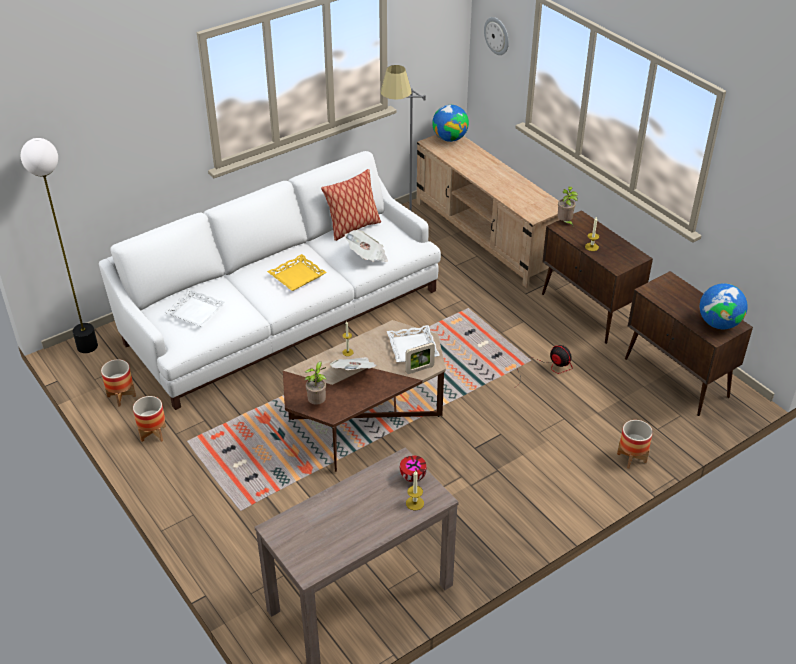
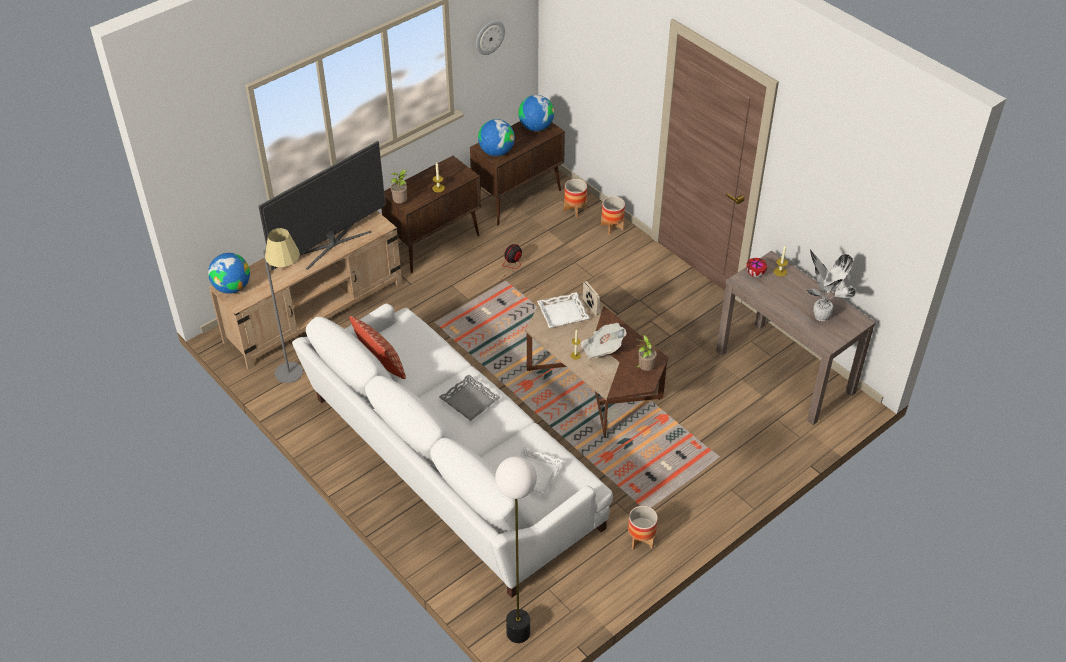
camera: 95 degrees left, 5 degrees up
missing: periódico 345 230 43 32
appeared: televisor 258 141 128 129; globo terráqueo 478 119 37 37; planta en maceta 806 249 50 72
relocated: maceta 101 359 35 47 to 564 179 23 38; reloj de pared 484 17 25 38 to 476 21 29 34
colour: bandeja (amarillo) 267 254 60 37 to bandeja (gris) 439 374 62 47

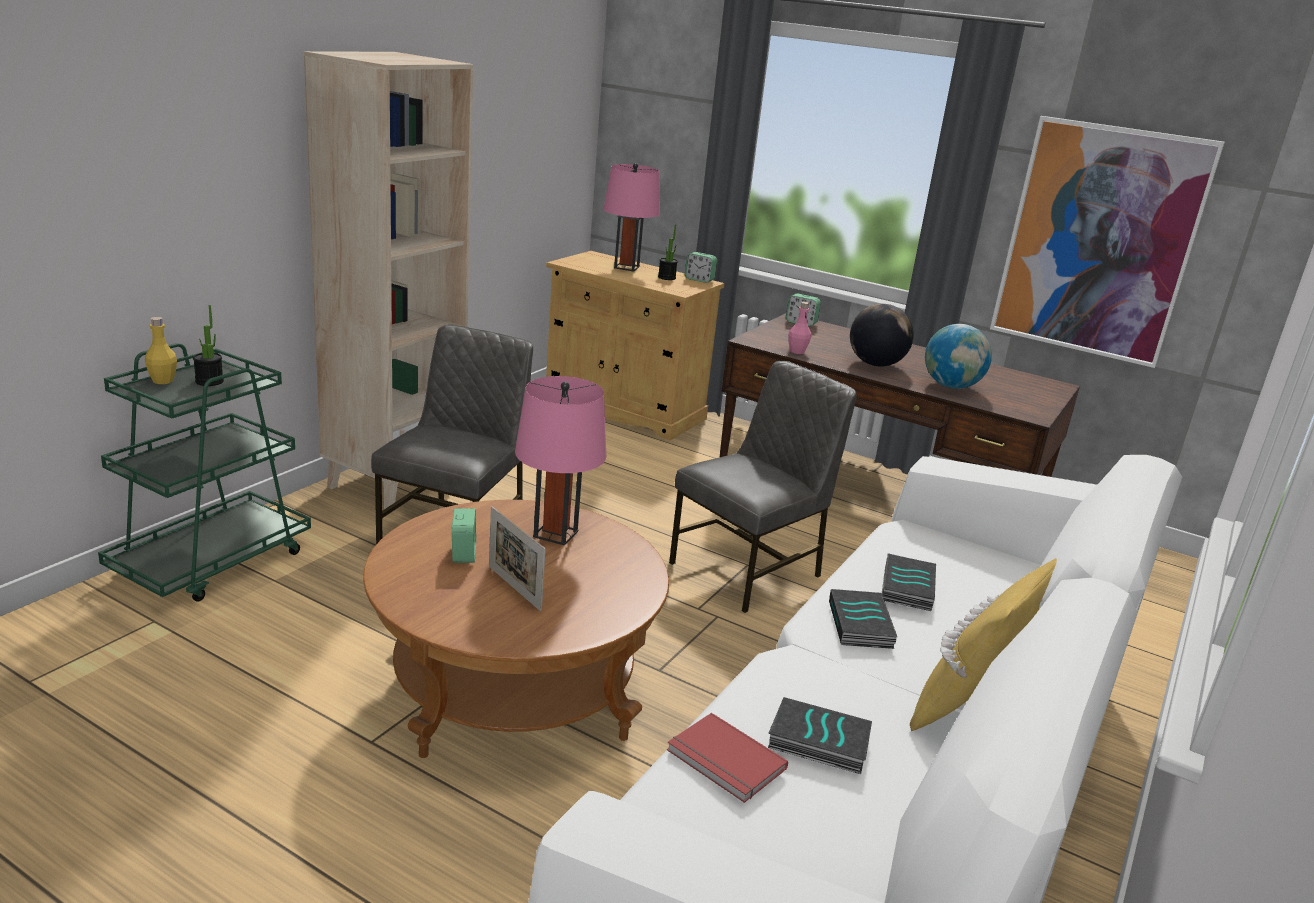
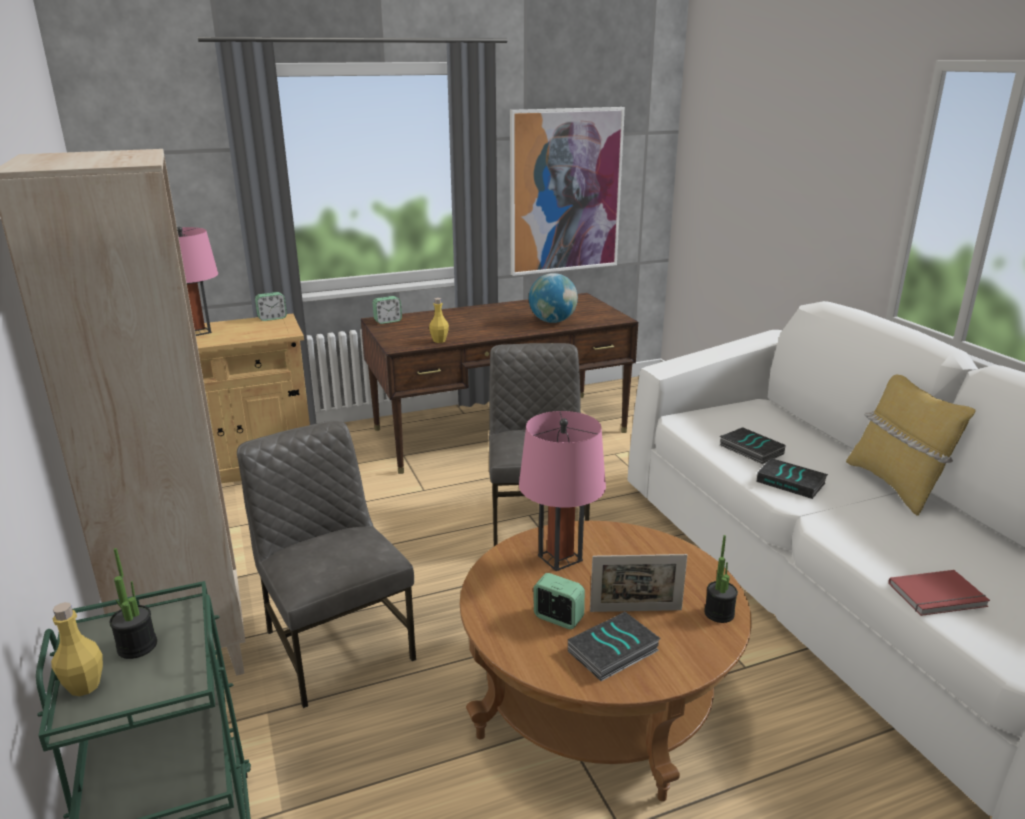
camera: 50 degrees left, 0 degrees up
missing: globo terráqueo 850 304 64 63
relocated: planta en maceta 658 224 20 56 to 704 535 34 88; libro 768 697 104 77 to 568 612 93 69
colour: botella (rosa) 788 302 23 52 to botella (amarillo) 429 298 20 45

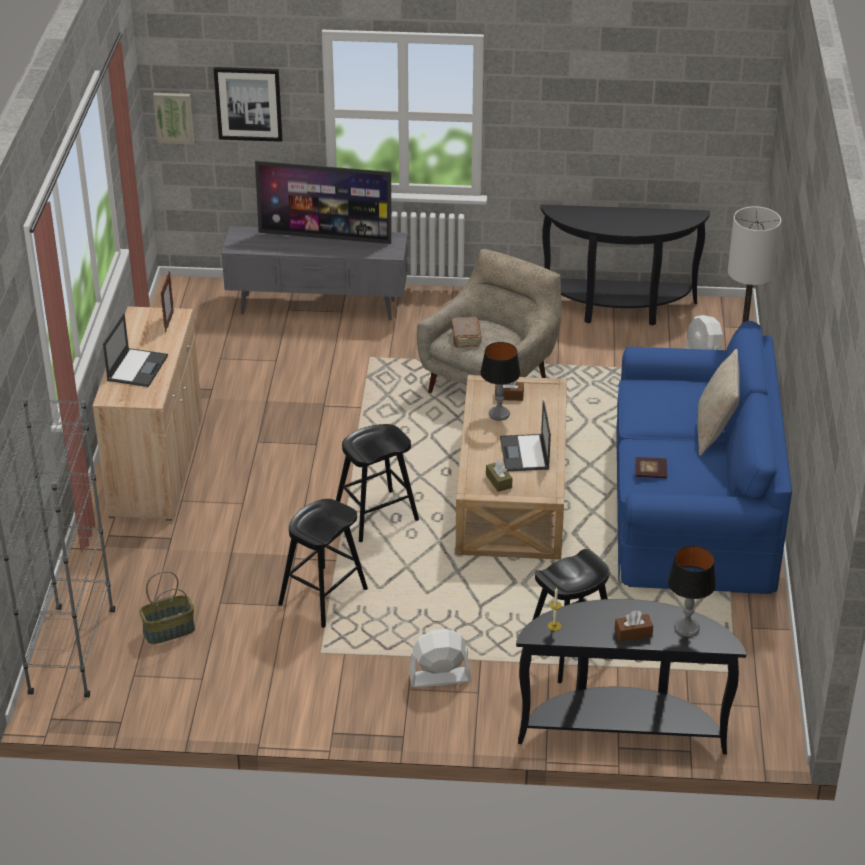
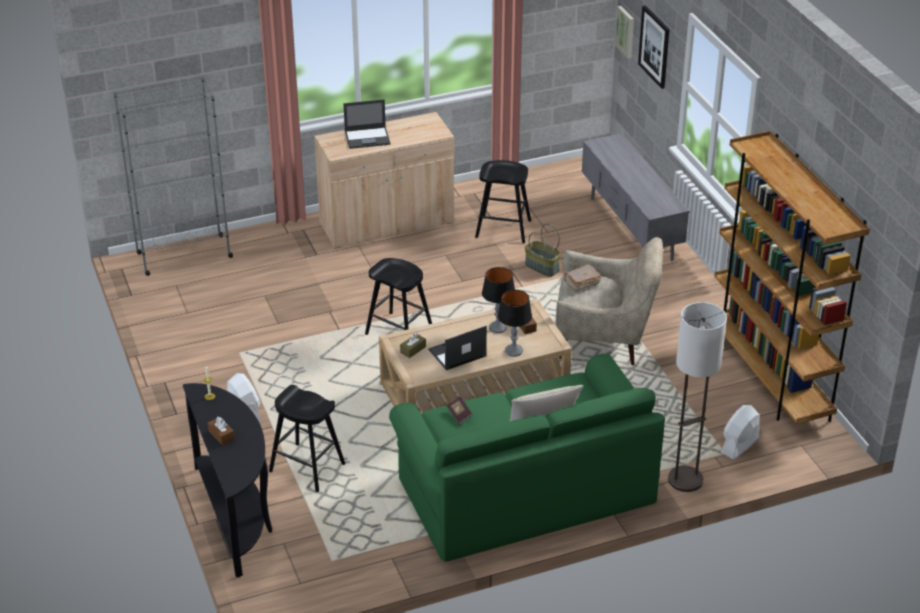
camera: 65 degrees right, 0 degrees up
missing: portarretratos 161 271 13 61; televisor 255 161 136 83
relocated: cesta 139 571 56 73 to 525 224 36 53; taburete (negro) 278 499 90 129 to 475 160 56 83; lámpara de mesa 668 546 48 91 to 498 290 34 67
exchanged: mesa consola (negro) 541 205 169 120 to estantería (marrón) 714 131 156 293
colour: sofá (azul) 616 321 176 273 to sofá (verde) 389 353 276 208

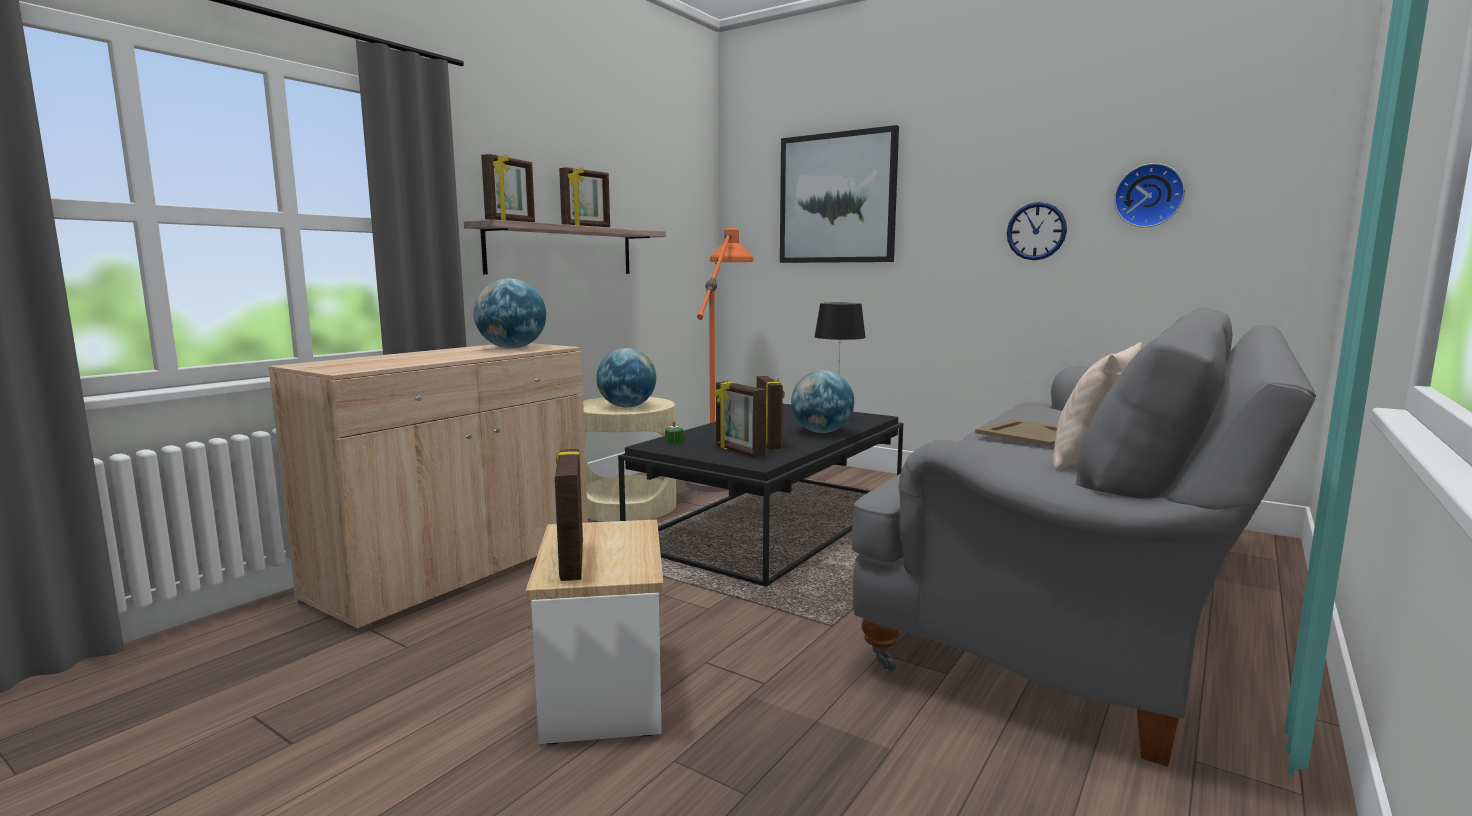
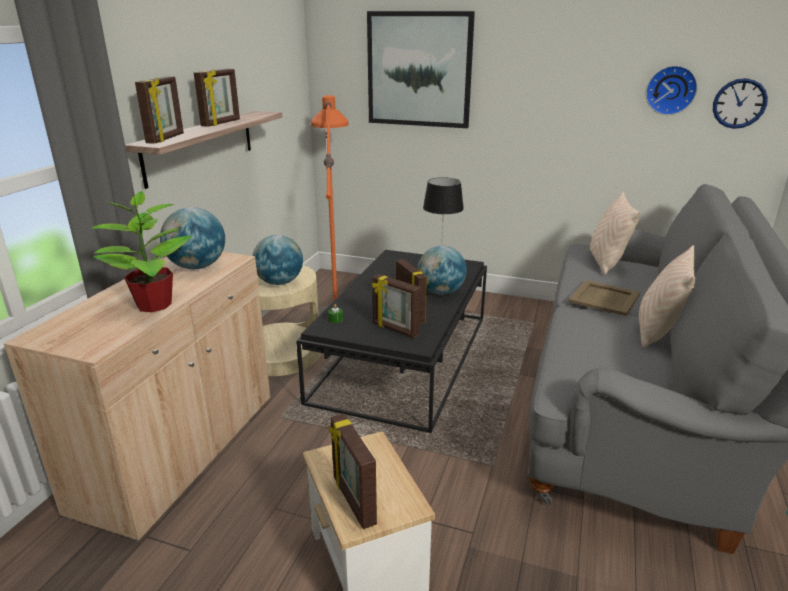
camera: 15 degrees left, 15 degrees up
appeared: planta en maceta 91 191 102 121; cojín (beis) 590 192 51 83
relocated: reloj de pared 1007 202 60 58 to 713 78 55 51

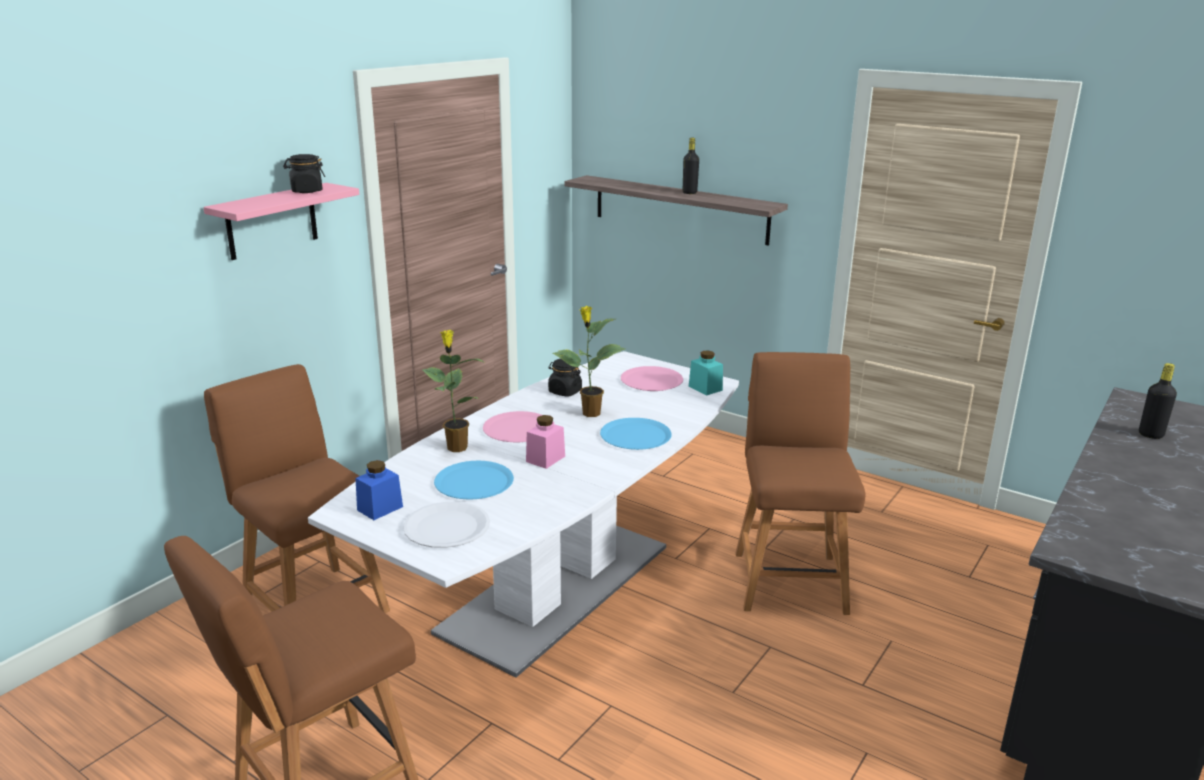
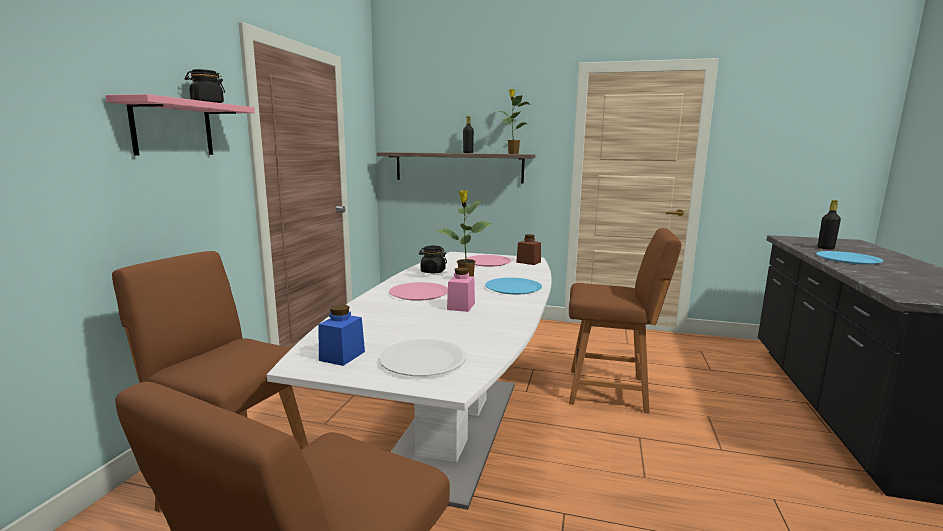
camera: 20 degrees left, 10 degrees down
relocated: planta en maceta 423 330 60 122 to 498 89 32 65; plato (azul) 434 461 80 38 to 816 251 67 13
colour: tarro (turquesa) 689 350 34 45 to tarro (marrón) 516 234 25 31
spun: silla (marrón) 735 352 131 263 = 569 228 113 185 120 degrees clockwise

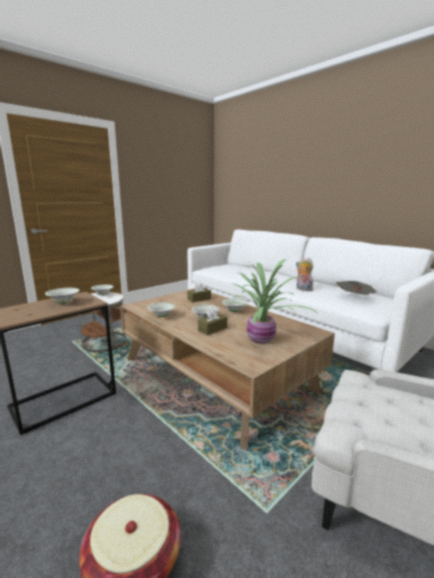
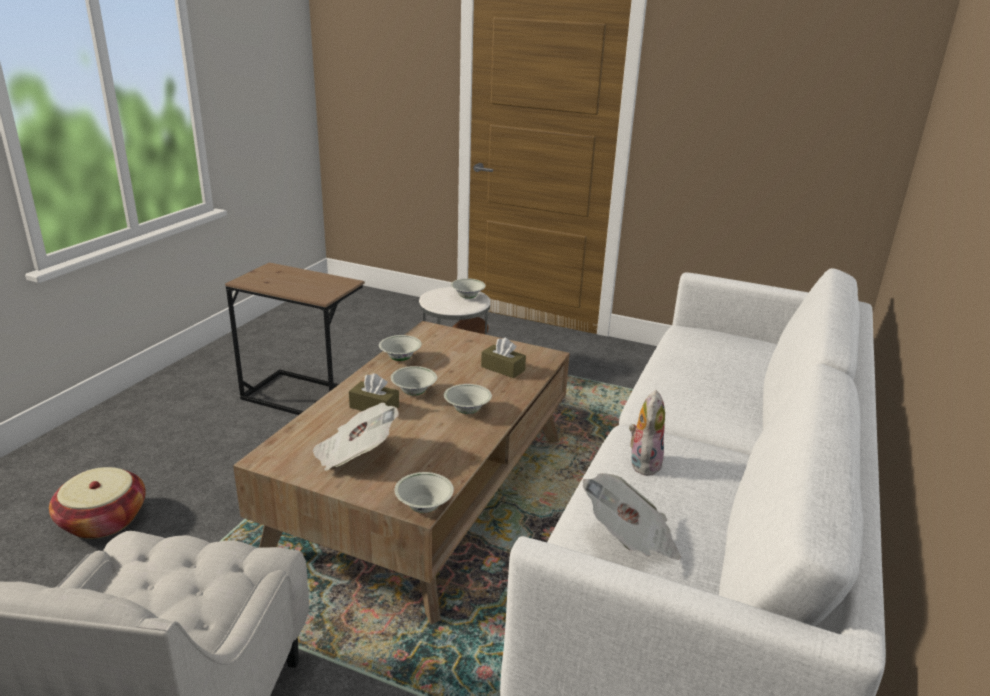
camera: 65 degrees right, 10 degrees up
relocated: cuenco (blanco) 45 288 34 16 to 395 472 59 41
exchanged: planta en maceta 221 259 98 85 to periódico 312 403 87 68

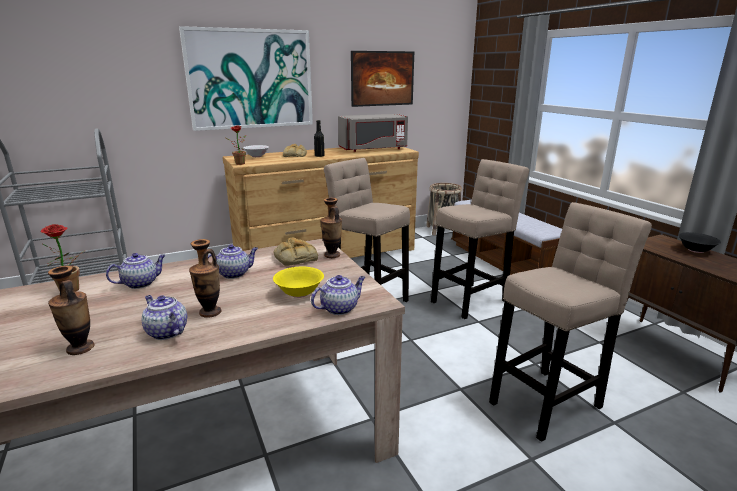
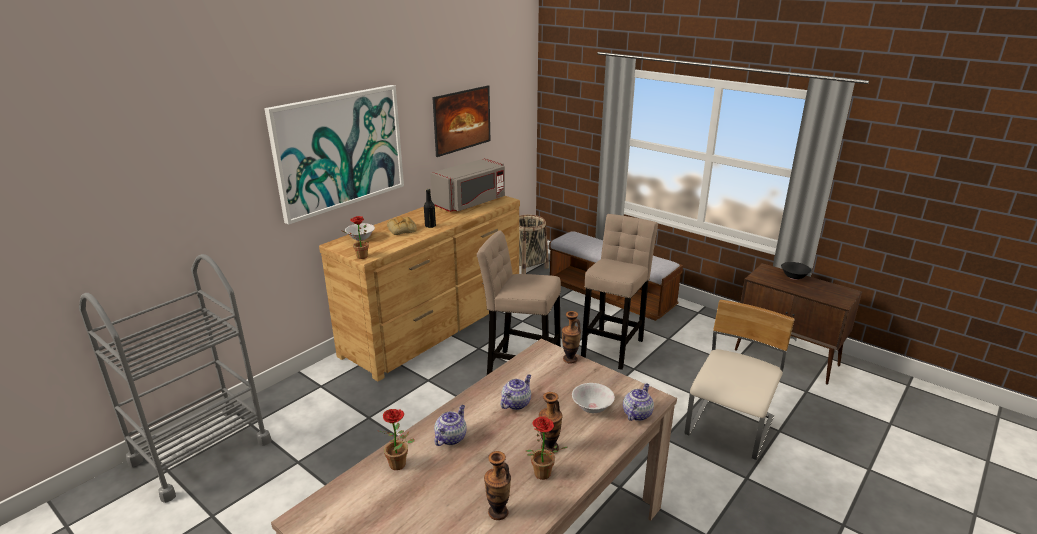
camera: 25 degrees left, 5 degrees up
missing: pan 274 238 44 28
exchanged: tetera 142 295 45 45 to planta en maceta 526 417 42 63; taburete (beis) 489 202 163 240 to silla (beis) 685 300 110 160
colour: cuenco (amarillo) 273 267 51 31 to cuenco (blanco) 572 383 43 30

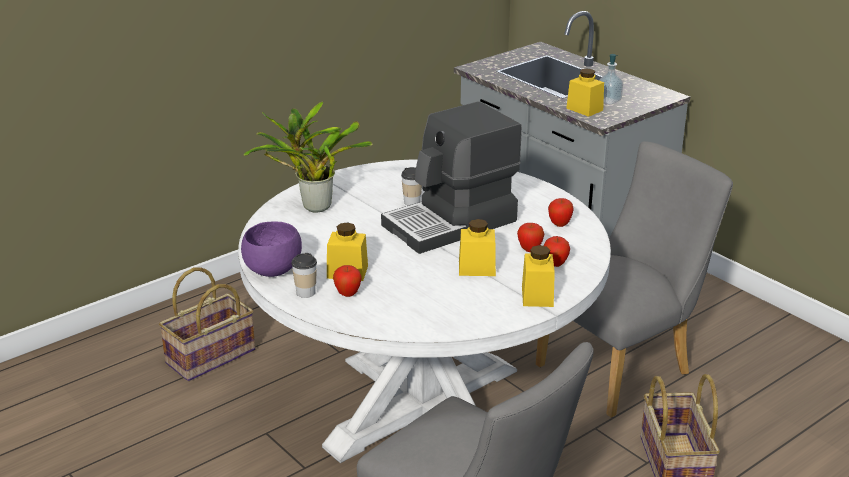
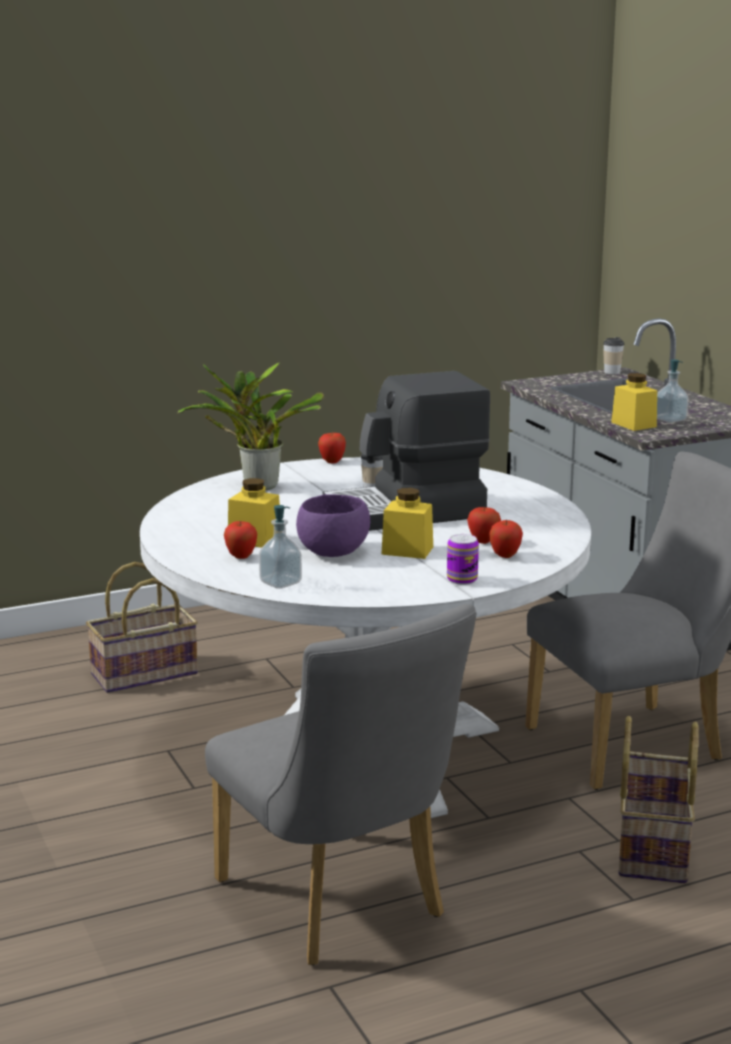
camera: 15 degrees right, 10 degrees down
appeared: dispensador de jabón 259 505 43 84
relocated: cuenco (morado) 241 222 61 55 to 296 494 74 63; taza 292 253 25 45 to 603 337 21 37; manzana 548 198 25 29 to 318 432 28 31
exchanged: tarro (amarillo) 522 245 33 62 to lata 447 534 32 51

